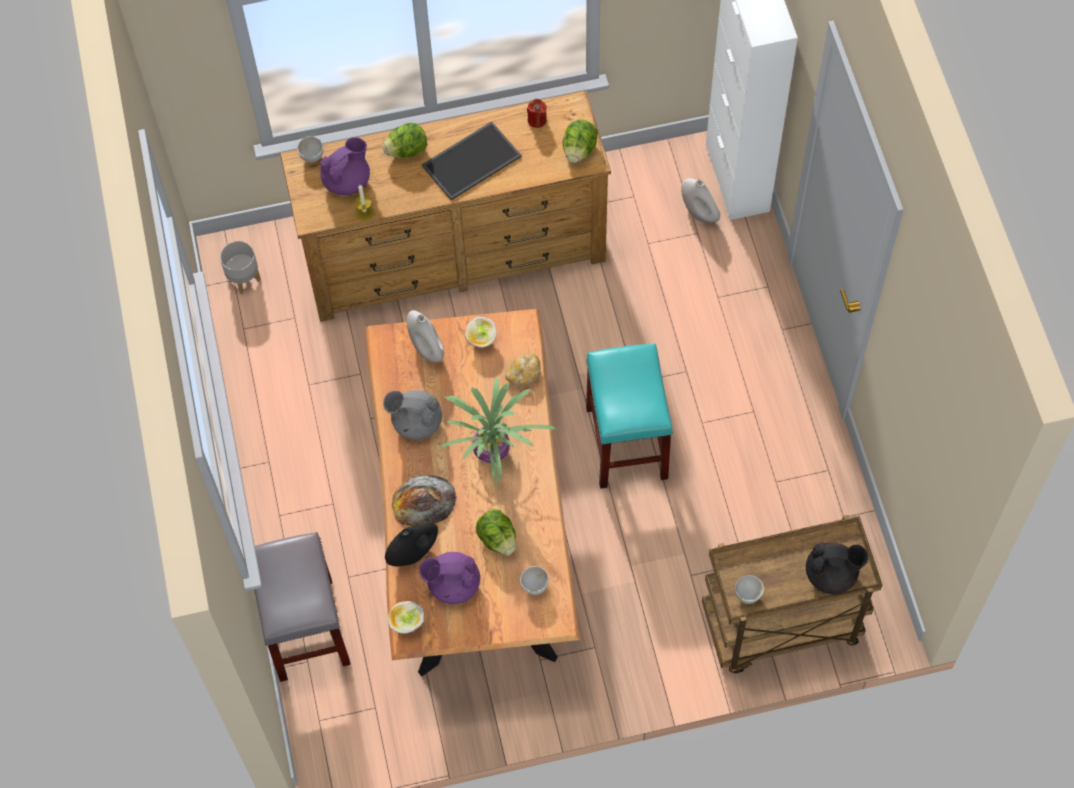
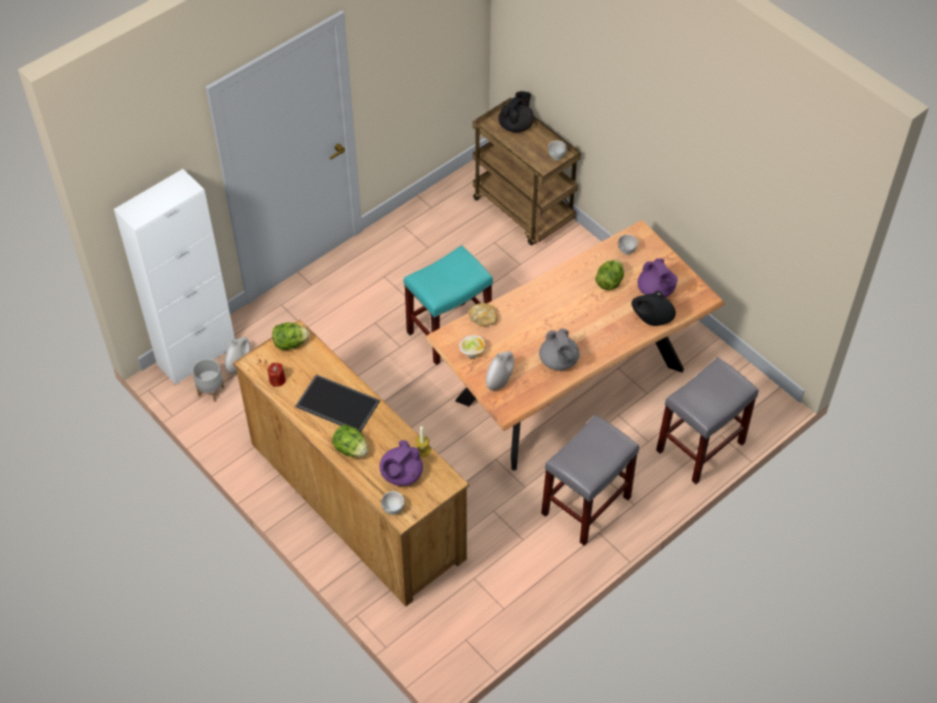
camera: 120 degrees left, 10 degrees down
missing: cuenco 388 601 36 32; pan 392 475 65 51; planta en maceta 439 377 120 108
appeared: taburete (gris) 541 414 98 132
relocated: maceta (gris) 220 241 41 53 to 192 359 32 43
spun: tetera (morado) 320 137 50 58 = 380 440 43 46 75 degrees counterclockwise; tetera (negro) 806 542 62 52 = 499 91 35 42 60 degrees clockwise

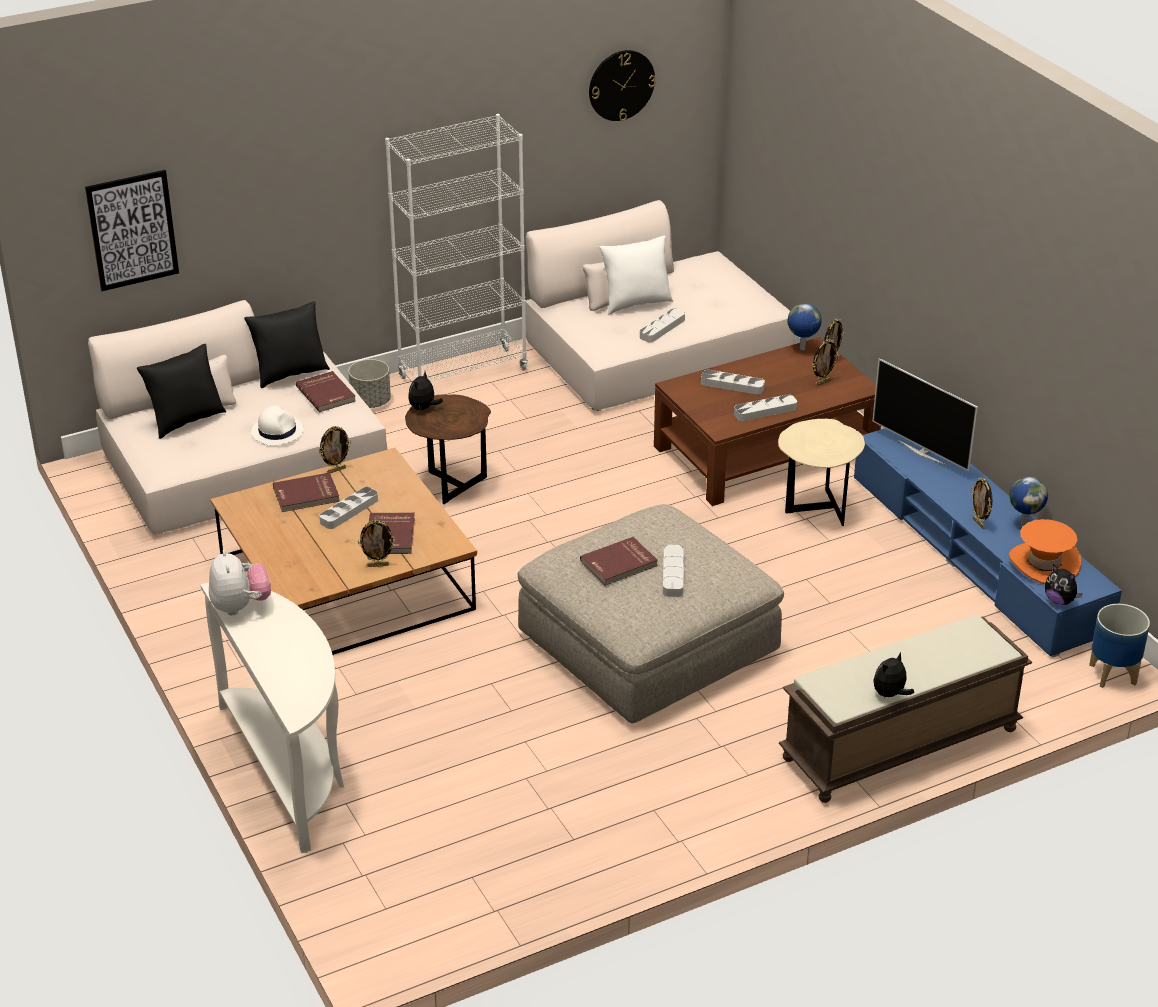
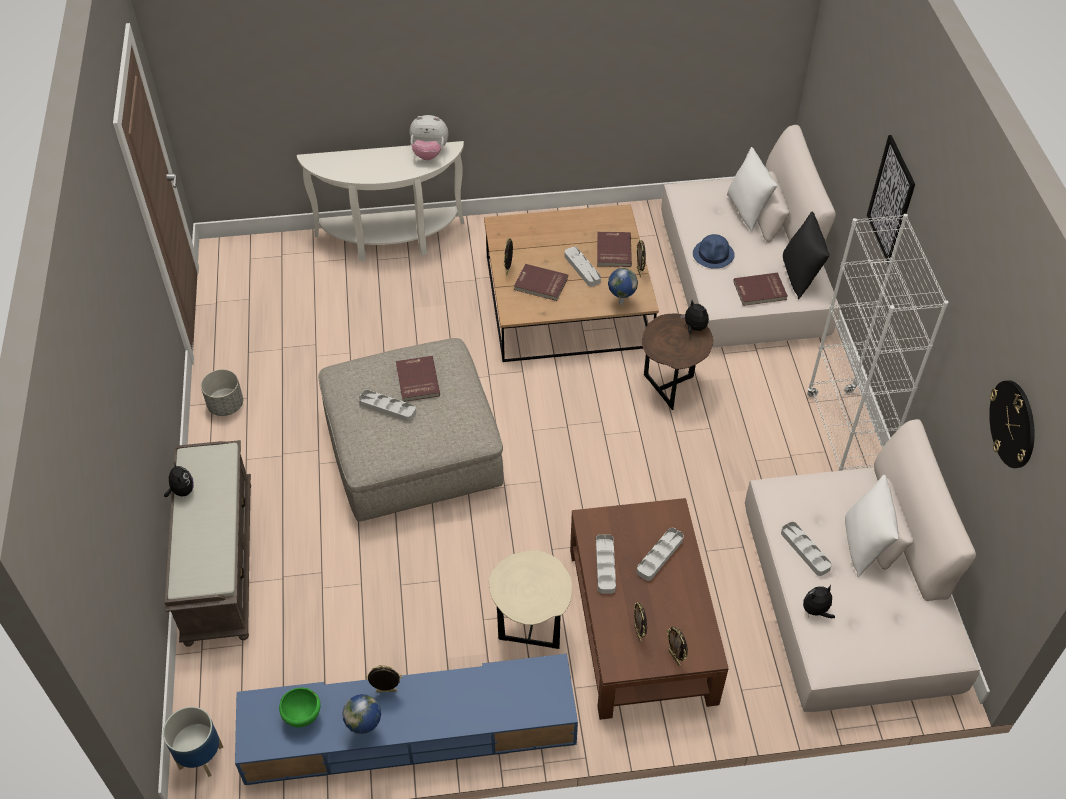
camera: 110 degrees right, 15 degrees up
missing: televisor 872 358 106 113
relocated: cuadro 85 170 94 121 to 867 135 48 129; maceta (gris) 348 359 43 49 to 201 369 42 47; globo terráqueo 788 303 34 47 to 608 268 30 37; peluche 1045 564 38 41 to 803 585 32 33
exchanged: sombrero (naranja) 1009 519 72 65 to cuenco (verde) 279 688 41 39
colour: cojín (negro) 137 344 89 95 to cojín (blanco) 727 147 51 85; sombrero (blanco) 251 405 53 41 to sombrero (azul) 693 234 42 35

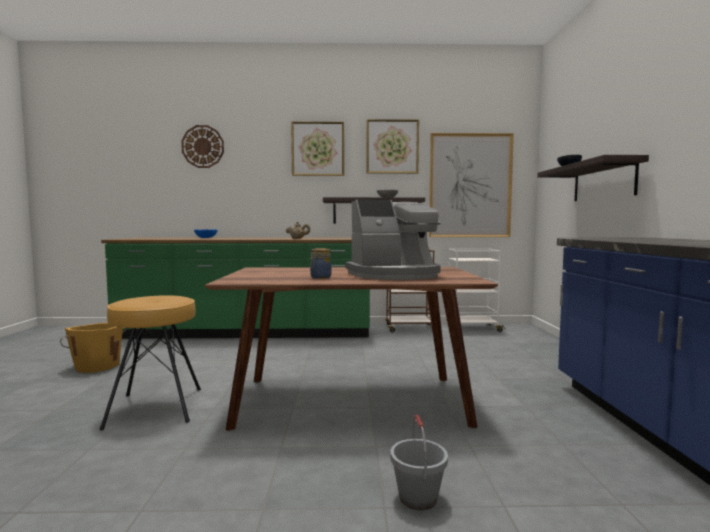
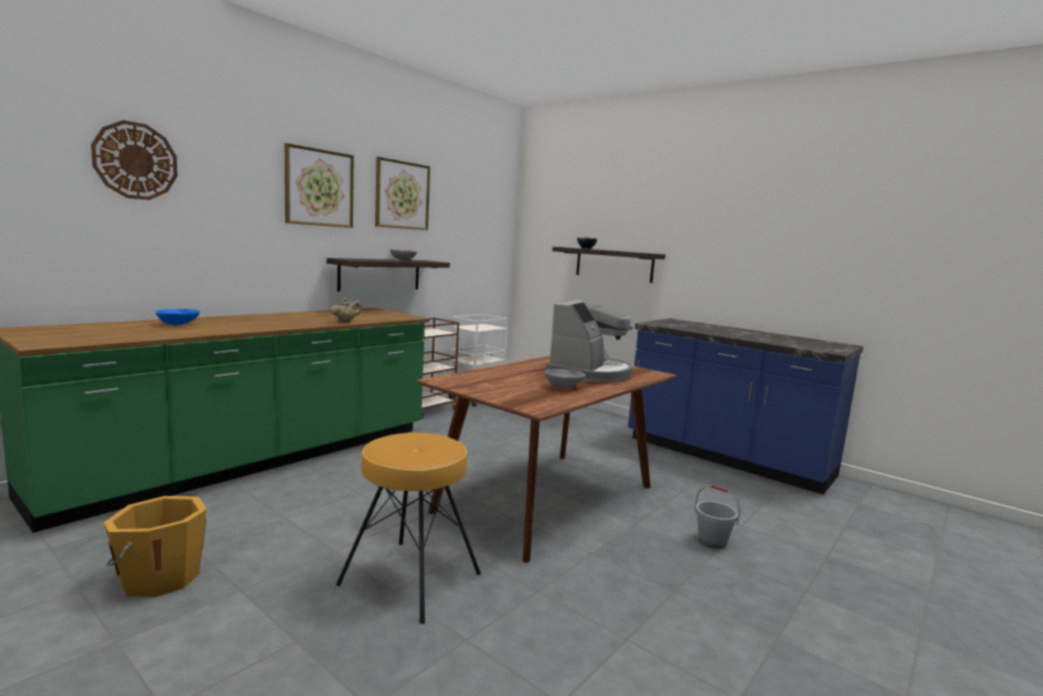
camera: 50 degrees left, 5 degrees up
missing: cuadro 429 133 85 104
exchanged: tarro 310 248 21 31 to cuenco (gris) 545 369 40 19

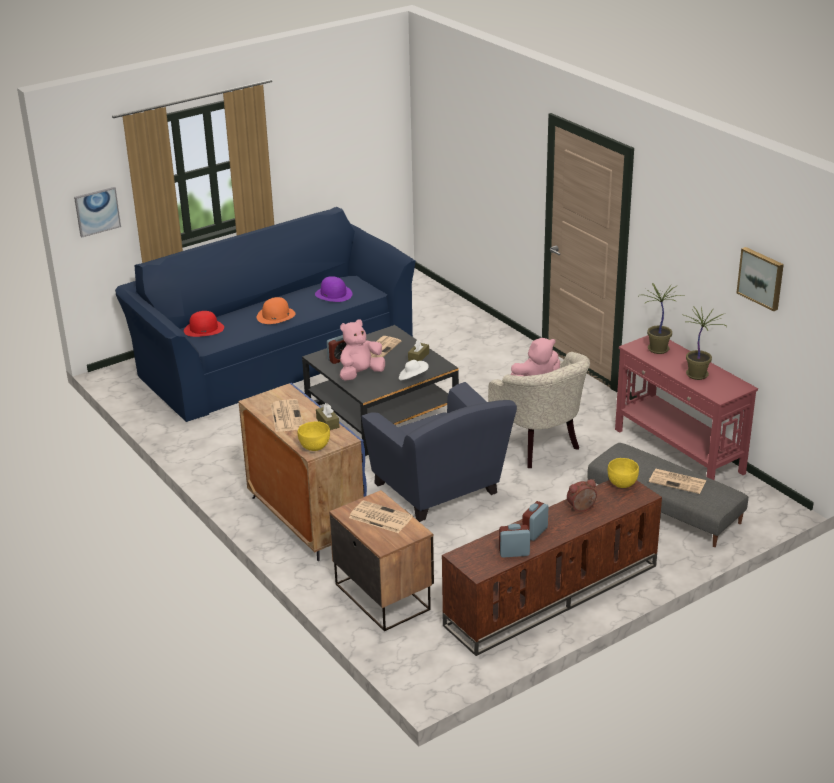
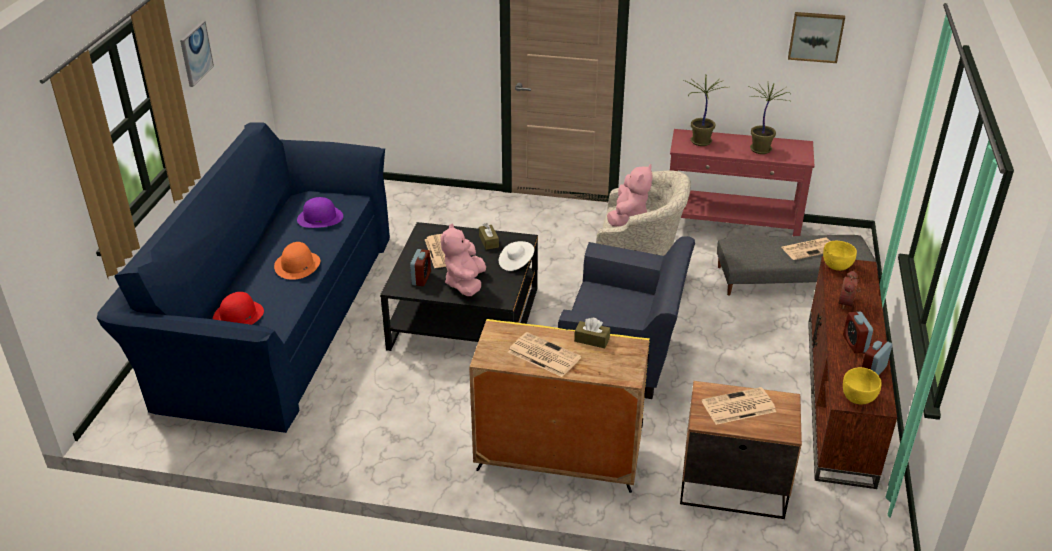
camera: 45 degrees left, 5 degrees up
relocated: cuadro 74 187 47 50 to 180 21 34 66; cuenco (amarillo) 298 421 32 30 to 843 367 39 37
colour: armario (azul) 238 383 129 178 to armario (amarillo) 469 319 181 174

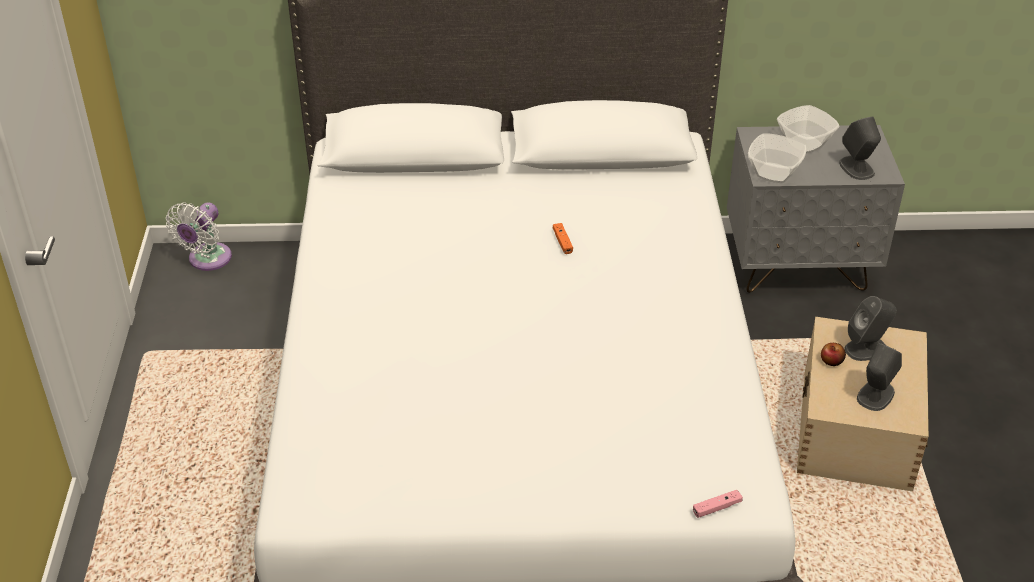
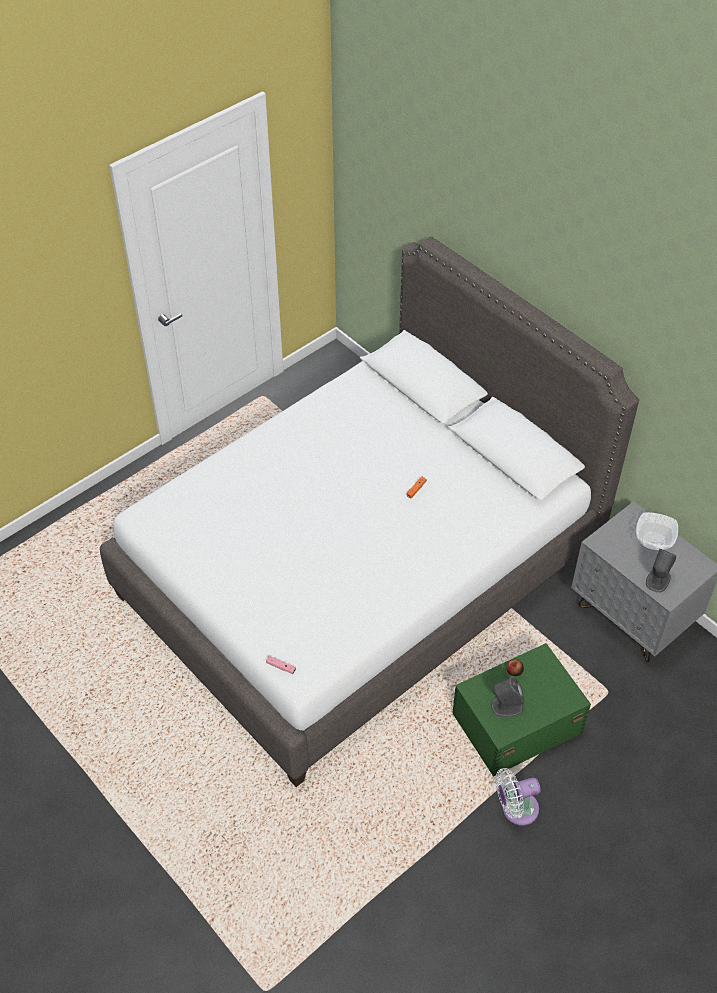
camera: 50 degrees right, 10 degrees up
missing: cuenco 748 133 59 50; altavoz (gris) 844 296 53 65
relocated: ventilador (blanco) 166 202 66 69 to 495 768 46 58
colour: caja de almacenaje (beis) 797 317 132 175 to caja de almacenaje (verde) 452 643 139 133

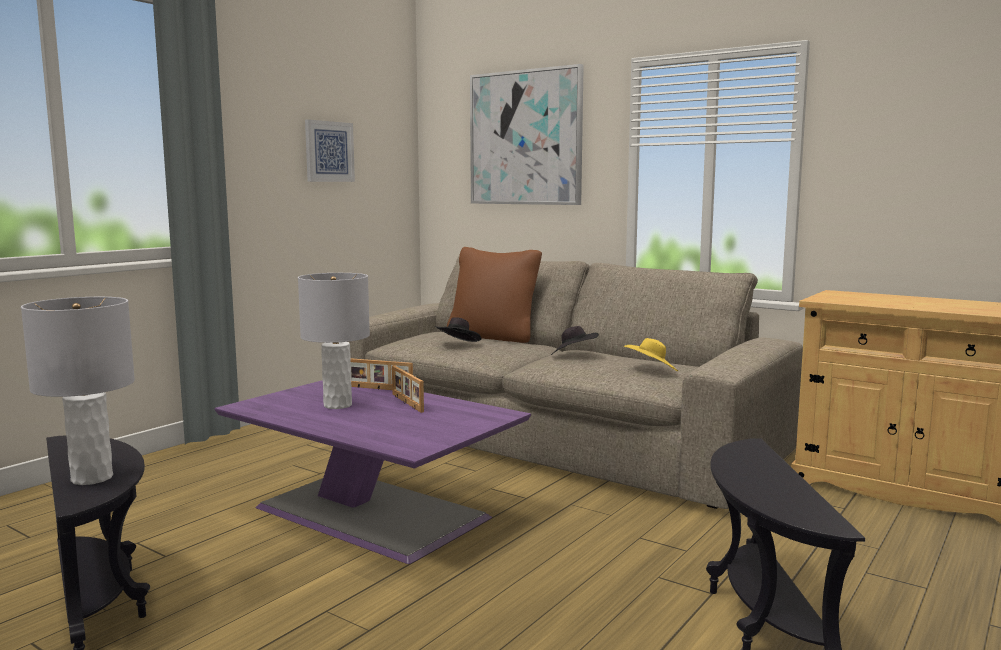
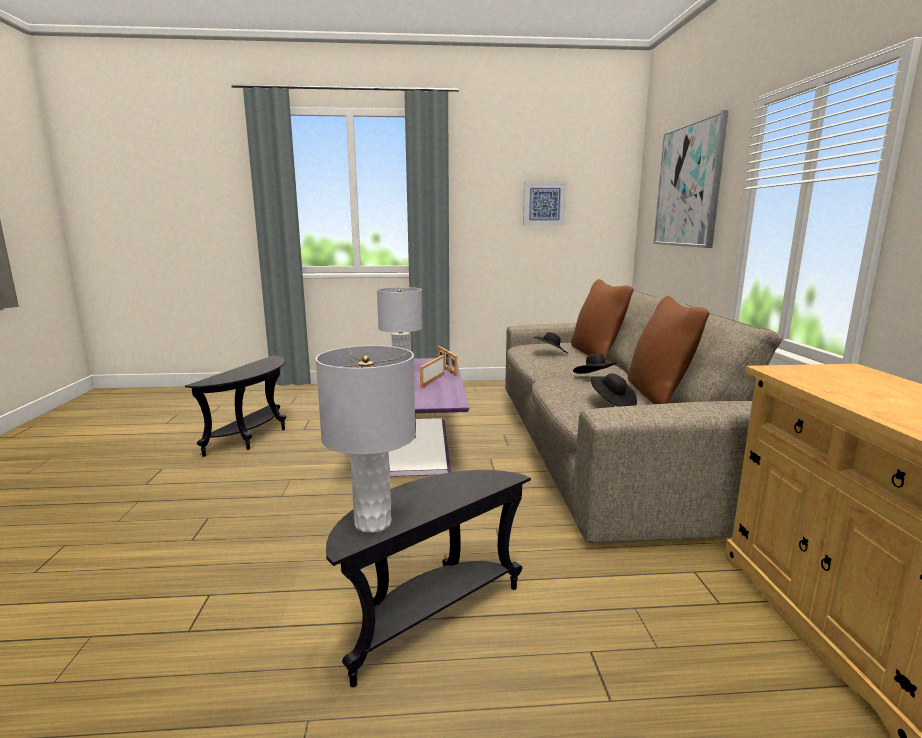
camera: 50 degrees right, 5 degrees up
appeared: cojín (marrón) 627 296 82 108
relocated: lámpara de mesa (gris) 21 297 114 188 to 315 345 101 188
colour: sombrero (amarillo) 624 338 54 33 to sombrero (negro) 590 373 47 34

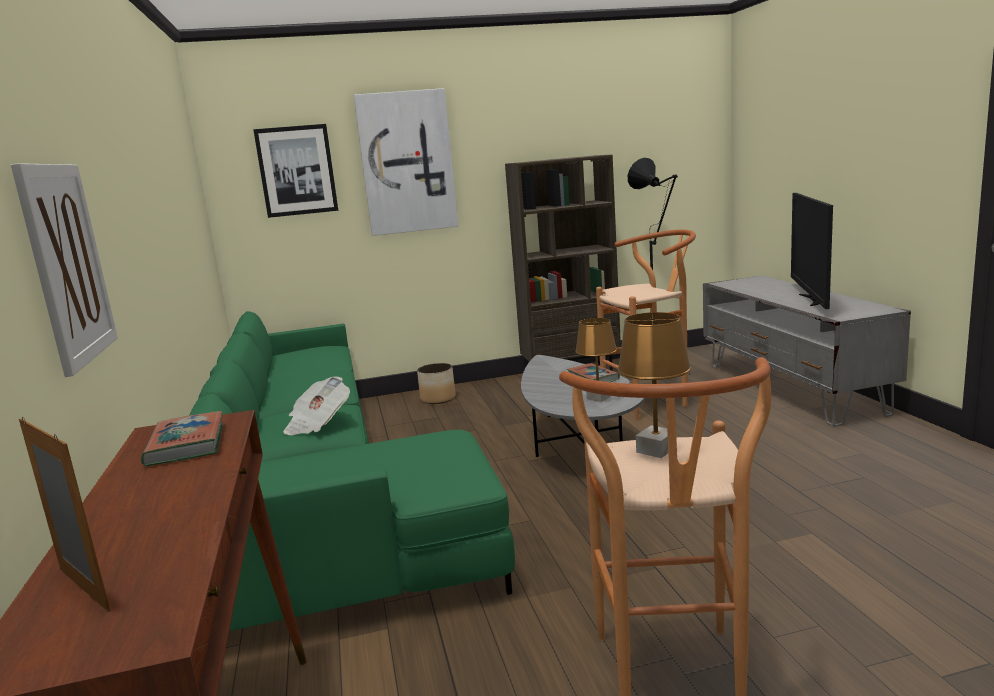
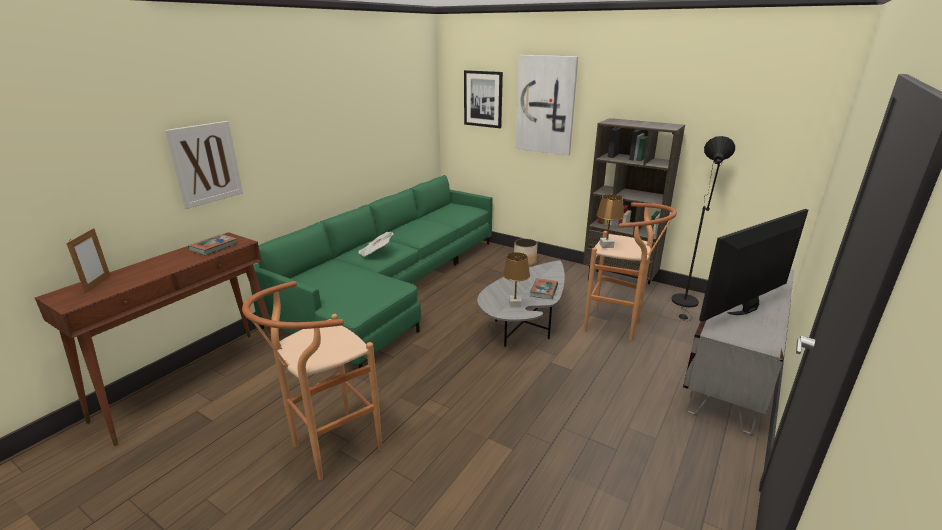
camera: 45 degrees right, 10 degrees up
relocated: lámpara de mesa (marrón) 618 312 73 146 to 597 194 27 54

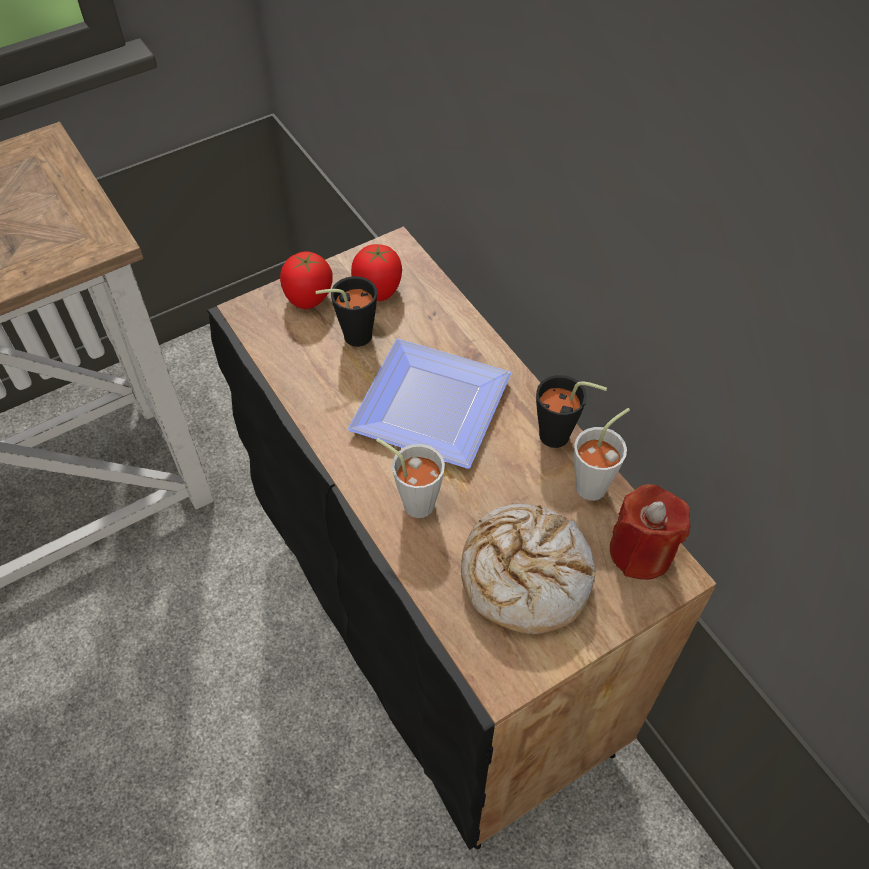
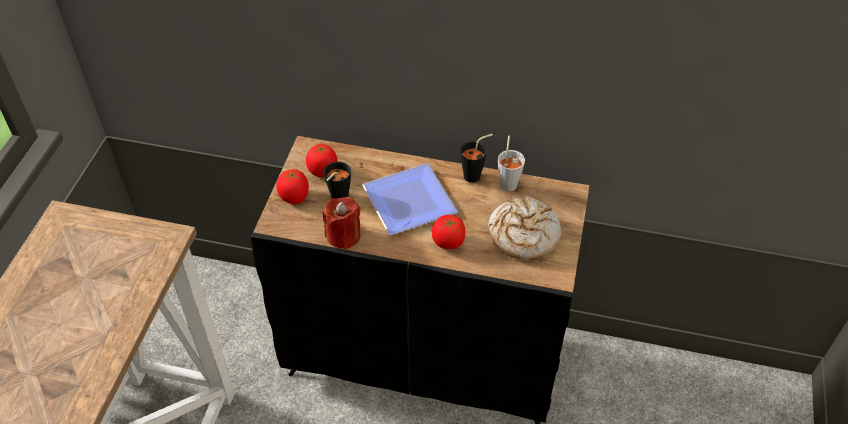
camera: 45 degrees left, 5 degrees down
relocated: vela (rojo) 610 484 80 96 to 323 197 37 53
exchanged: taza (gris) 376 438 69 80 to tomate 432 215 33 34

